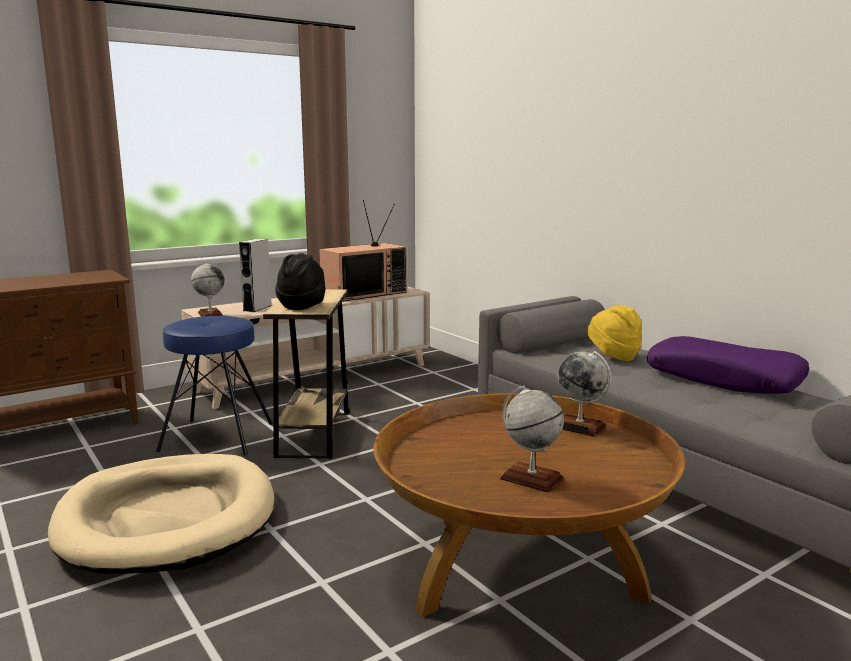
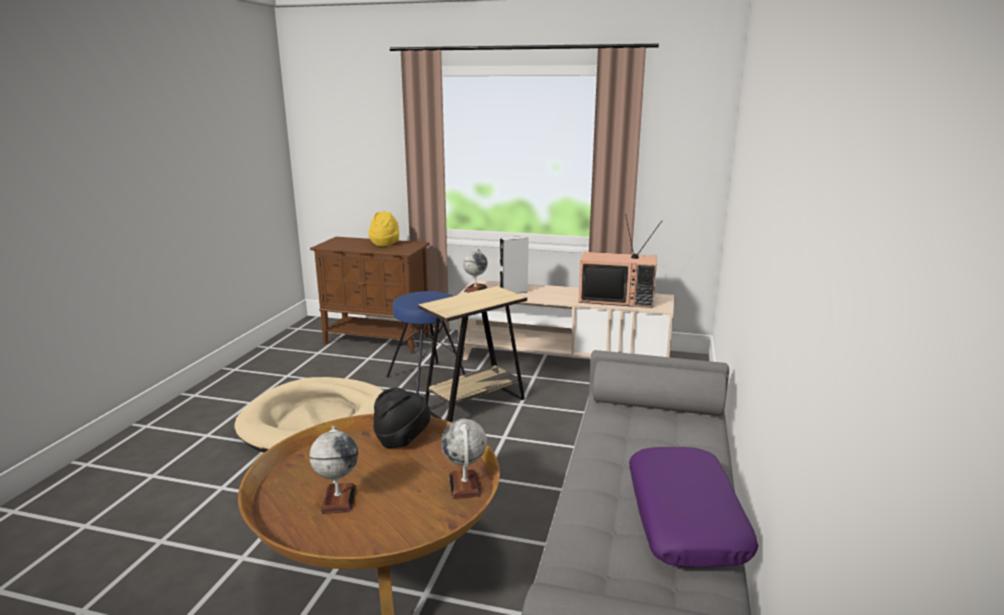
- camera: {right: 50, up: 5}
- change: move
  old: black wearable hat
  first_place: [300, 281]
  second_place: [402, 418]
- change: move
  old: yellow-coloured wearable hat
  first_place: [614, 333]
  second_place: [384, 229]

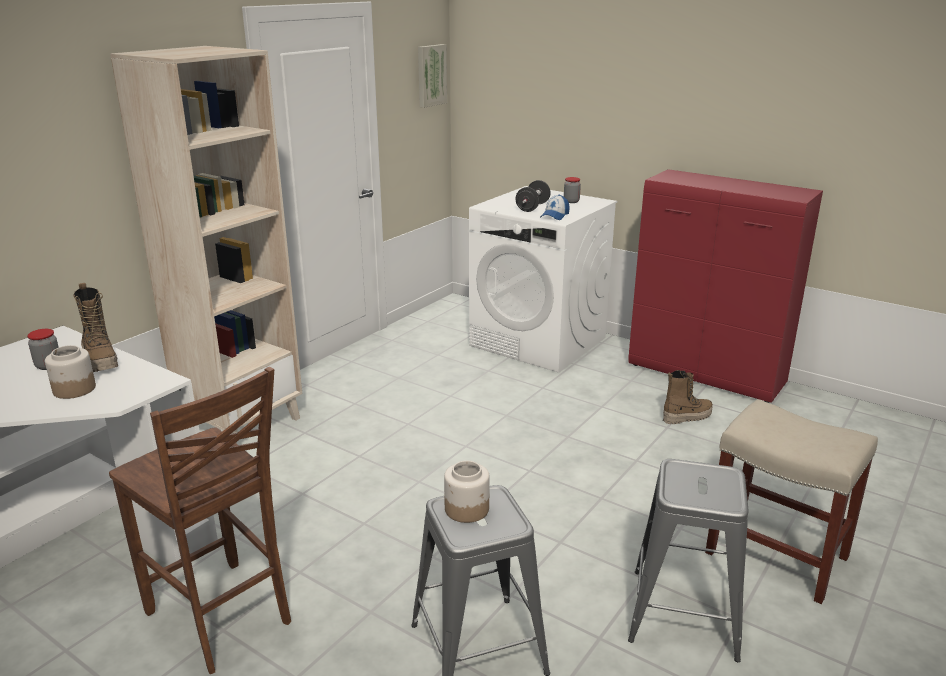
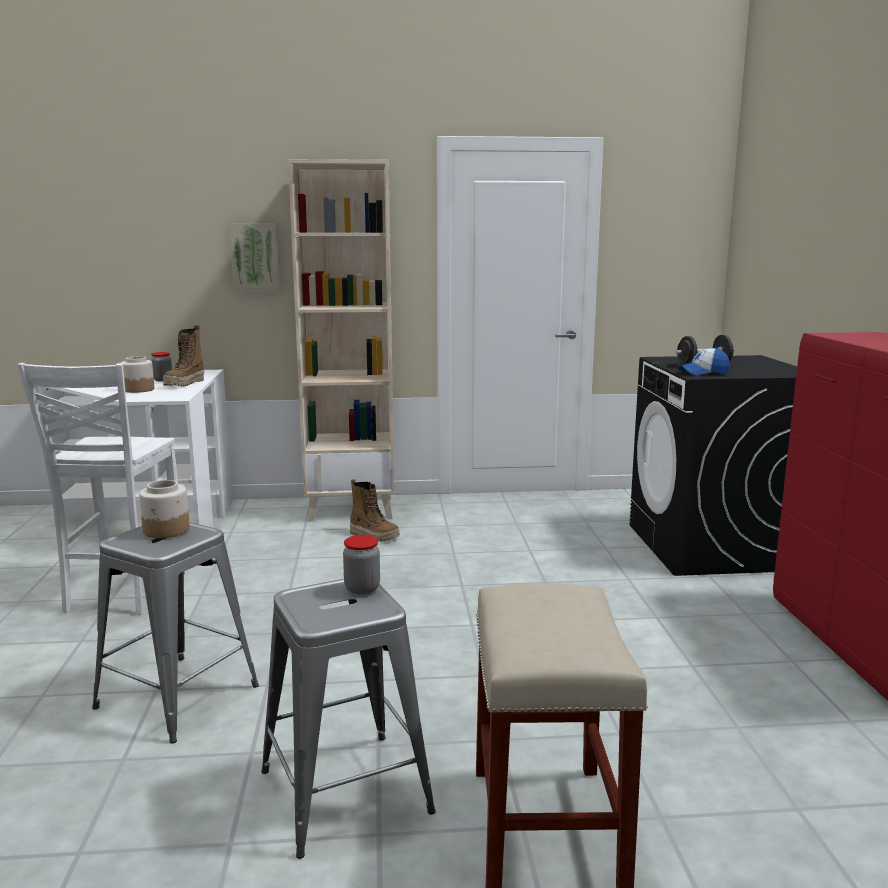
- camera: {right: 50, up: -10}
- change: recolor
  old: brown upright chair
  new: white-coloured upright chair
  first_place: [200, 520]
  second_place: [102, 489]
- change: move
  old: picture
  first_place: [432, 76]
  second_place: [255, 257]
- change: recolor
  old: white-coloured washing machine
  new: black washing machine
  first_place: [543, 279]
  second_place: [713, 465]
- change: move
  old: preserve jar
  first_place: [572, 190]
  second_place: [361, 565]
- change: move
  old: boot
  first_place: [688, 397]
  second_place: [375, 510]

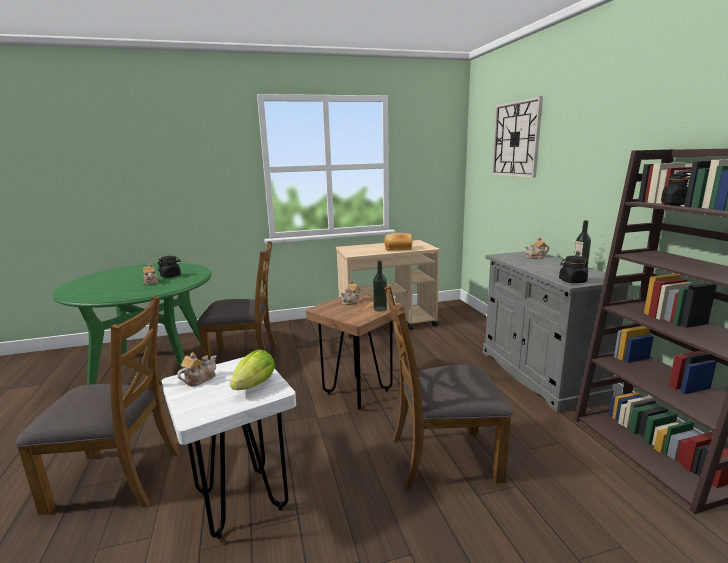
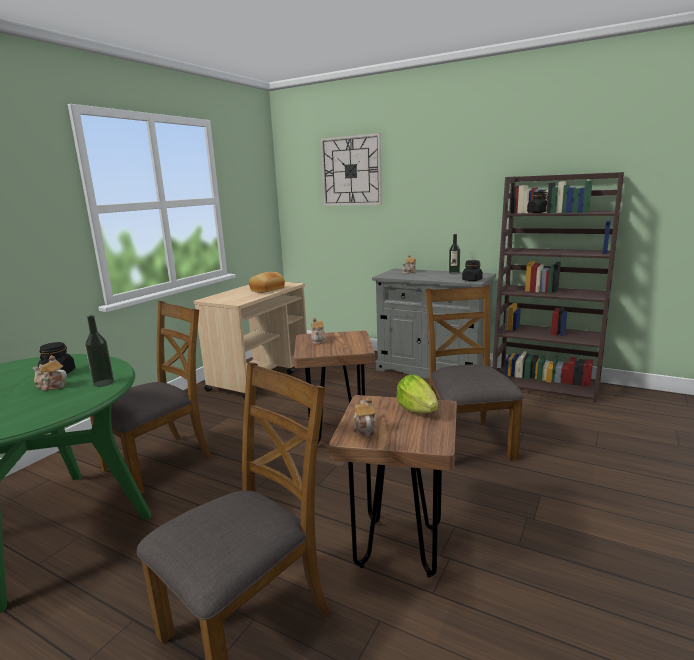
- camera: {right: -45, up: 0}
- change: recolor
  old: white-coloured sitting stool
  new: brown sitting stool
  first_place: [229, 448]
  second_place: [393, 486]
- change: move
  old: bottle
  first_place: [380, 286]
  second_place: [99, 351]
- change: rotate
  old: brown upright chair
  first_place: [448, 387]
  second_place: [474, 373]
  degrees: 135

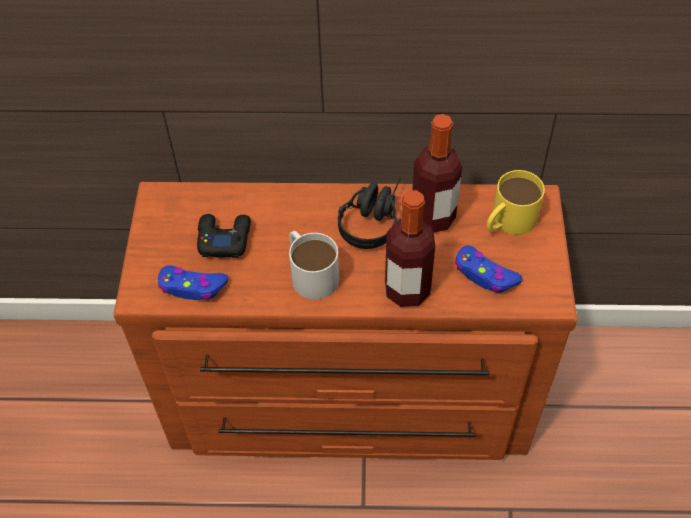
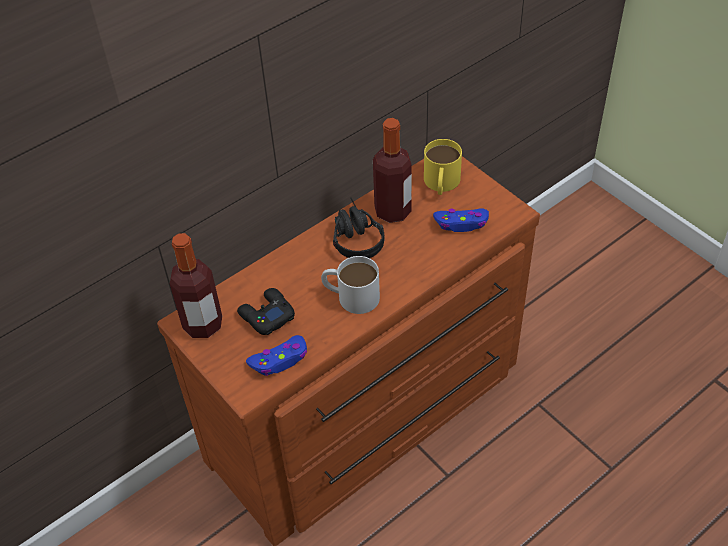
- camera: {right: -40, up: -5}
- change: move
  old: bottle
  first_place: [410, 248]
  second_place: [196, 285]

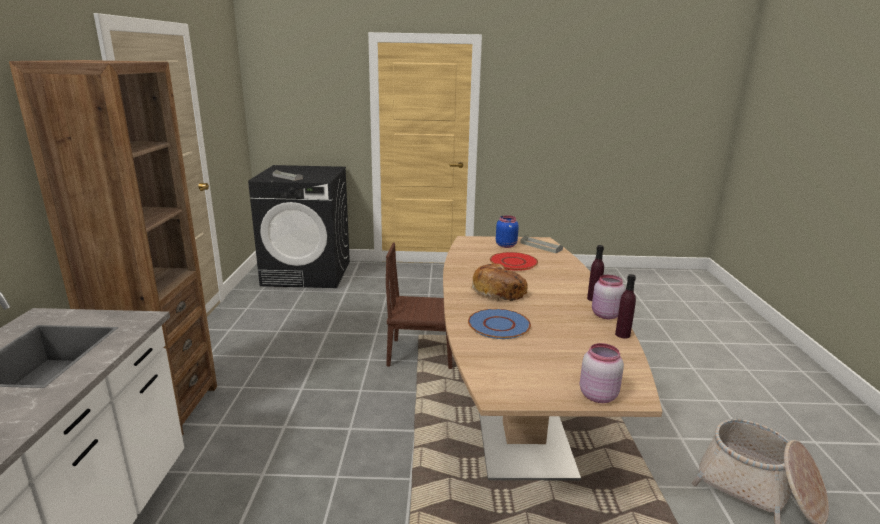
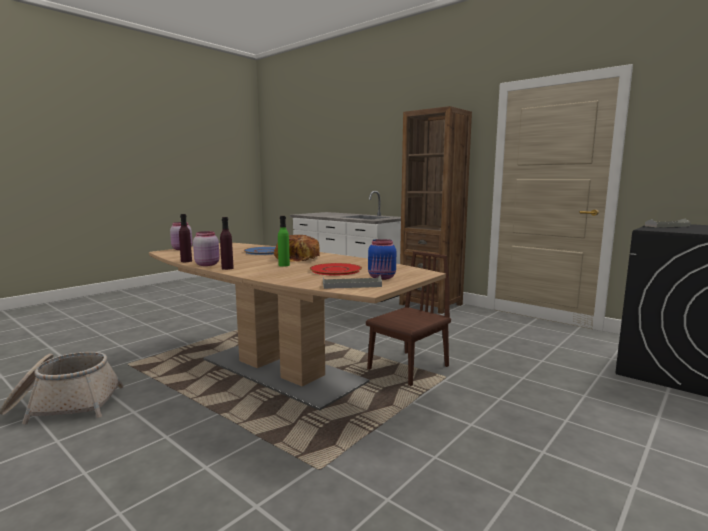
- camera: {right: 130, up: -10}
- change: insert
  new: green-coloured bottle
  second_place: [284, 241]

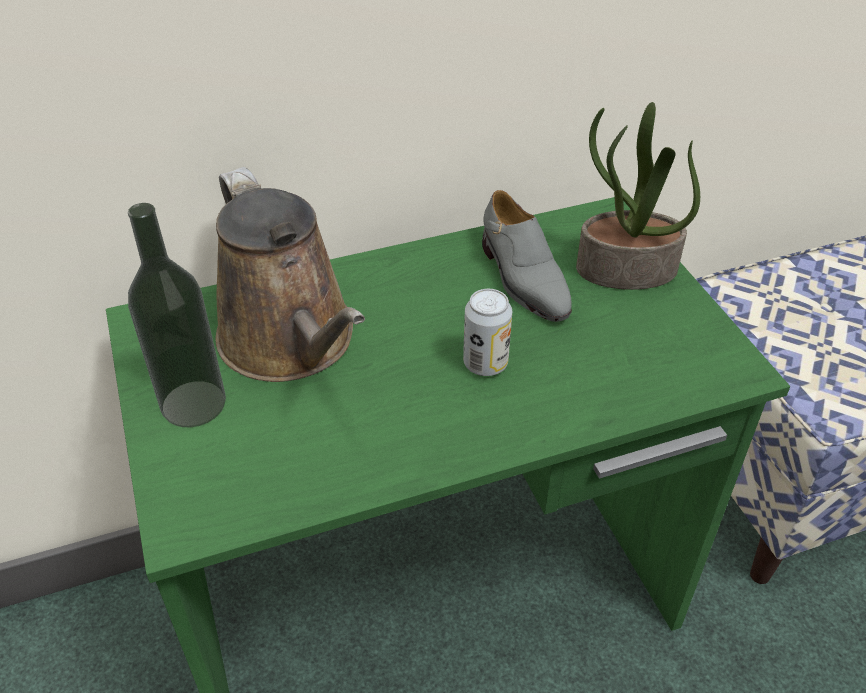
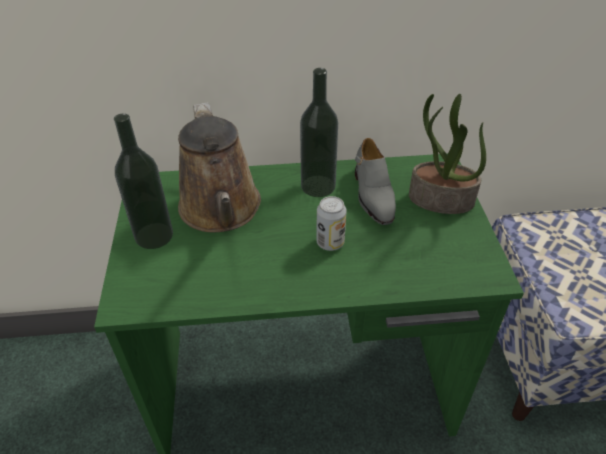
- camera: {right: 15, up: 0}
- change: insert
  new: bottle
  second_place: [319, 132]

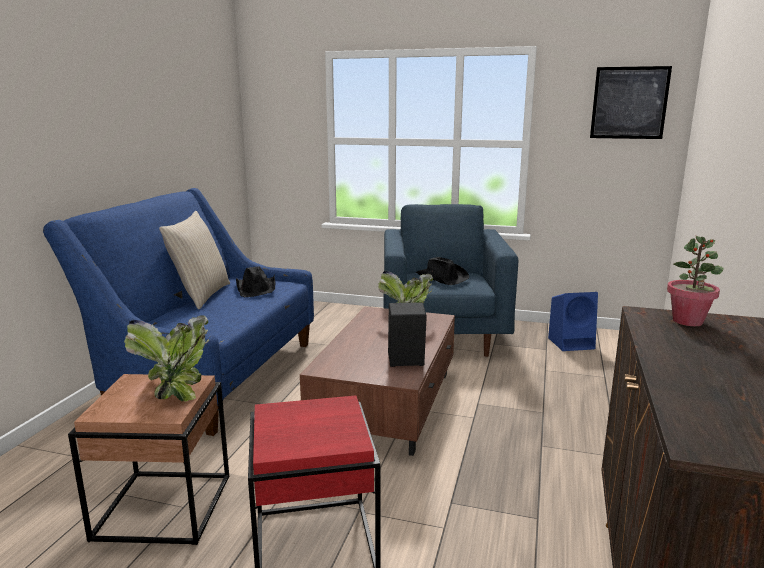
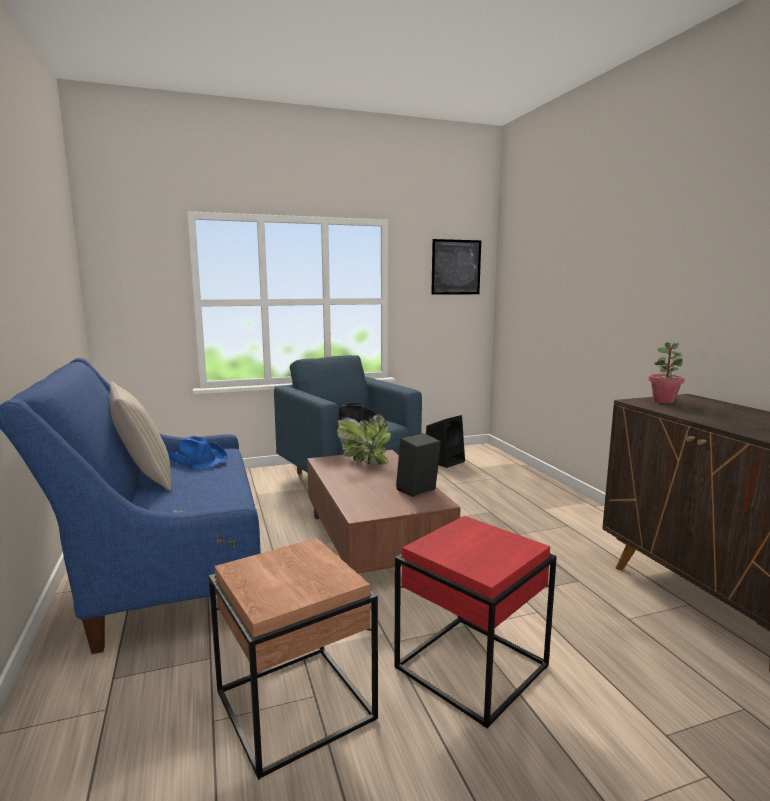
- camera: {right: -35, up: -5}
- change: delete
  old: houseplant
  first_place: [167, 358]
- change: recolor
  old: black wearable hat
  new: bluish wearable hat
  first_place: [255, 282]
  second_place: [198, 453]
- change: recolor
  old: bluish speaker
  new: black speaker
  first_place: [573, 321]
  second_place: [445, 441]

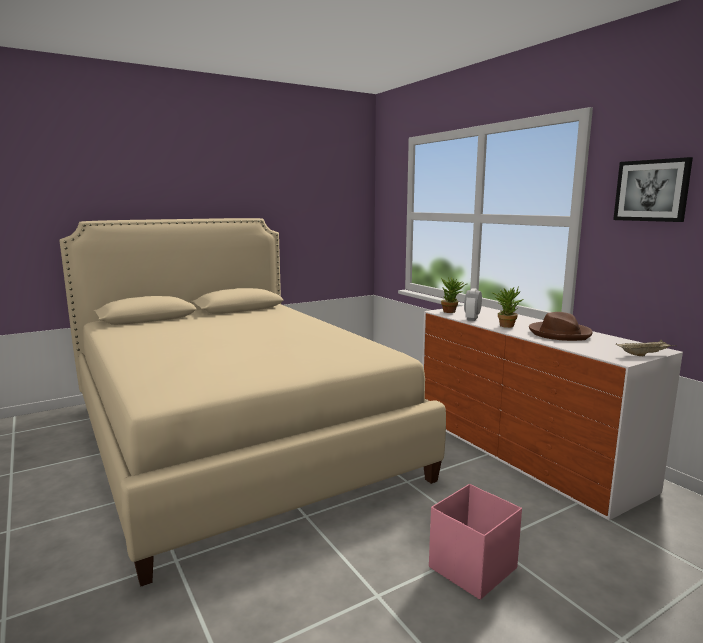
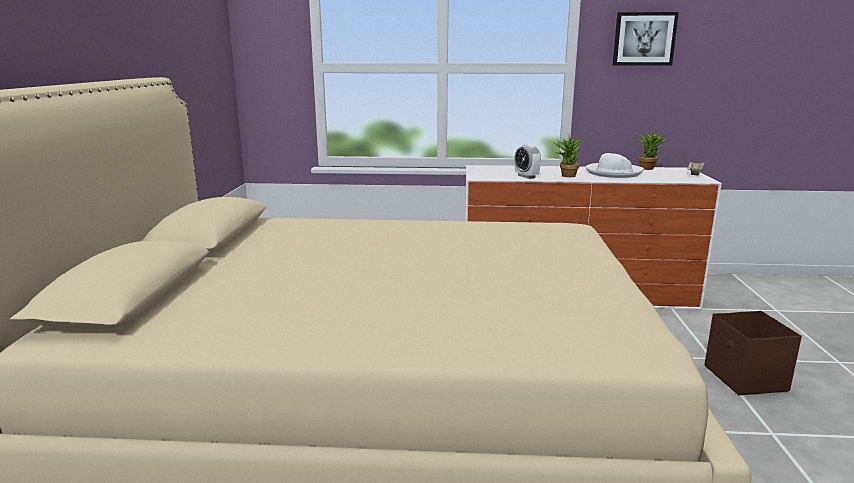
- camera: {right: -55, up: 5}
- change: recolor
  old: pink-coloured storage box
  new: brown storage box
  first_place: [475, 542]
  second_place: [753, 353]
- change: move
  old: houseplant
  first_place: [453, 295]
  second_place: [651, 150]
- change: recolor
  old: brown wearable hat
  new: white-coloured wearable hat
  first_place: [561, 326]
  second_place: [615, 165]

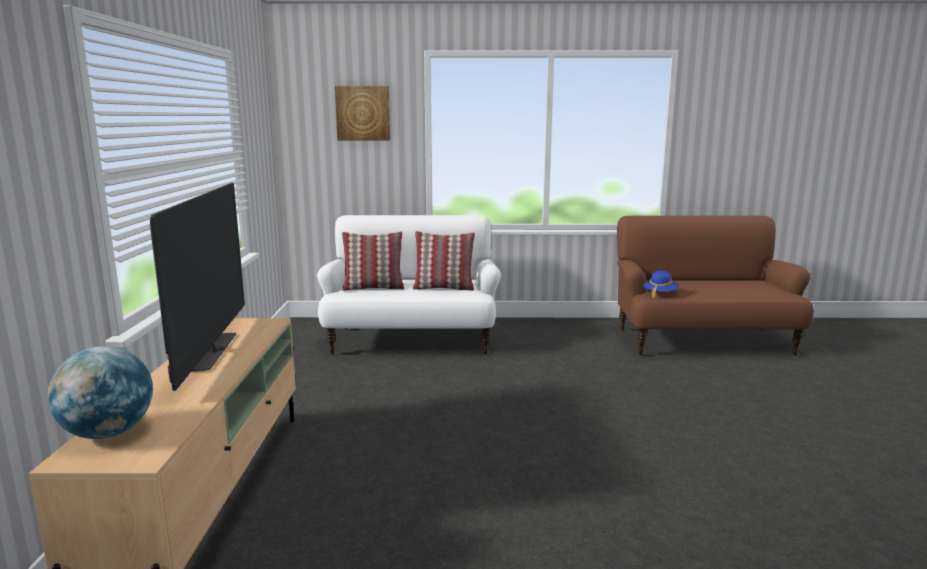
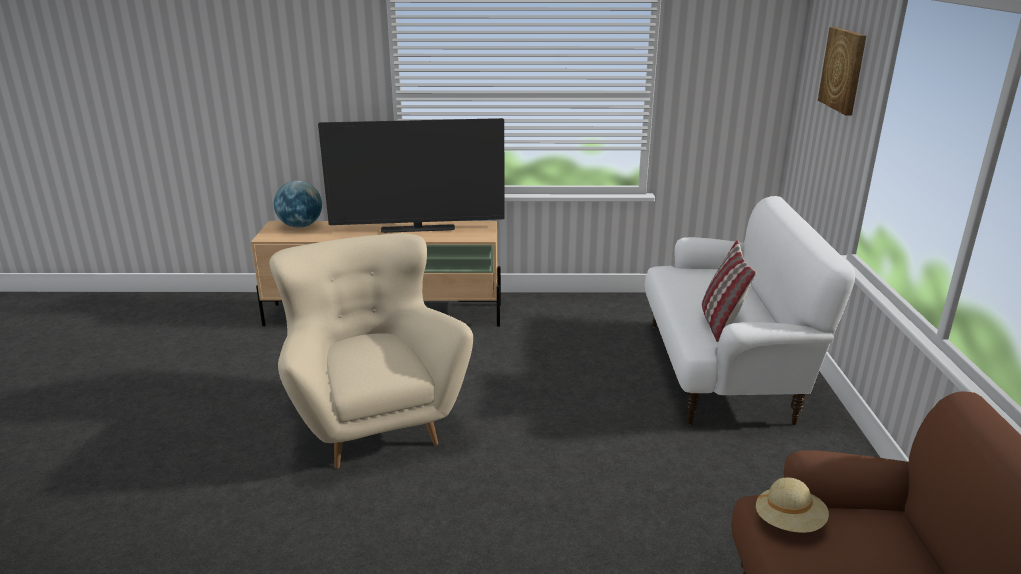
- camera: {right: 90, up: 10}
- change: delete
  old: pillow
  first_place: [373, 261]
- change: recolor
  old: bluish wearable hat
  new: beige wearable hat
  first_place: [661, 284]
  second_place: [792, 505]
- change: insert
  new: beige easy chair
  second_place: [371, 351]

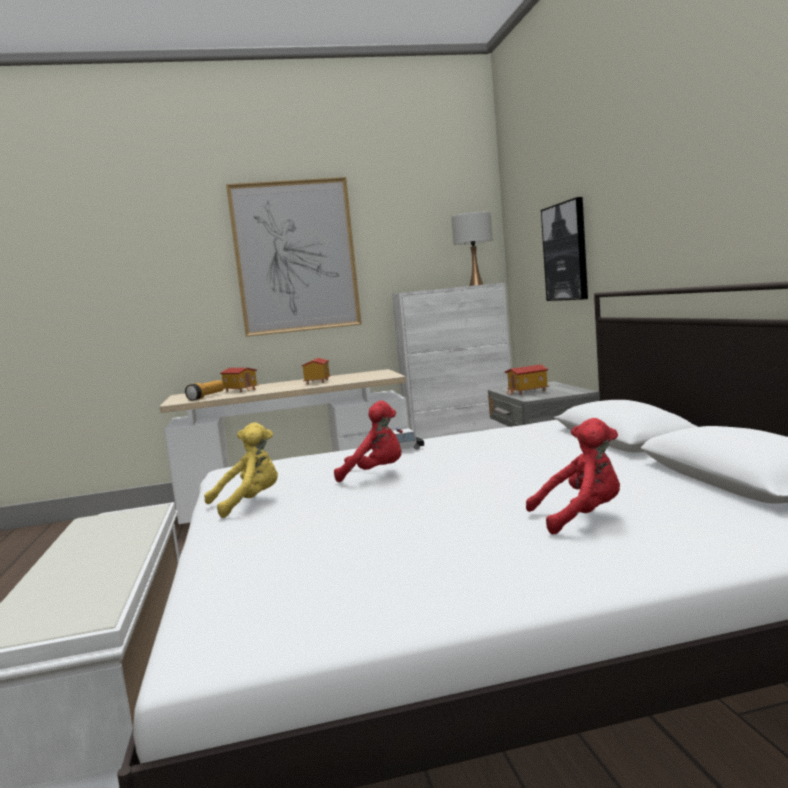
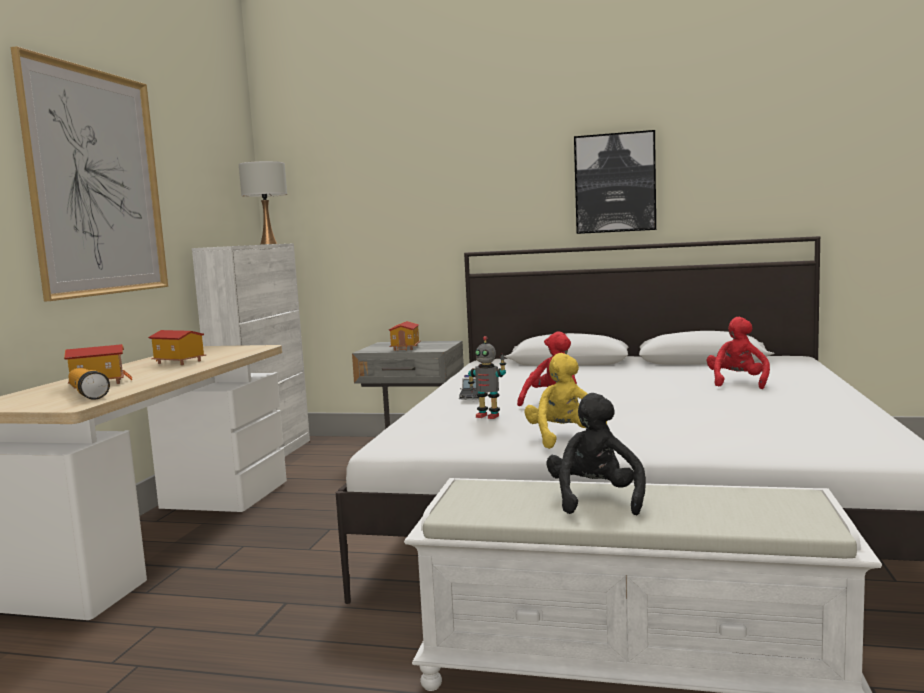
- camera: {right: -65, up: 0}
- change: move
  old: picture
  first_place: [564, 249]
  second_place: [615, 182]
- change: insert
  new: robot figure
  second_place: [487, 377]
- change: insert
  new: black soft toy
  second_place: [596, 454]

